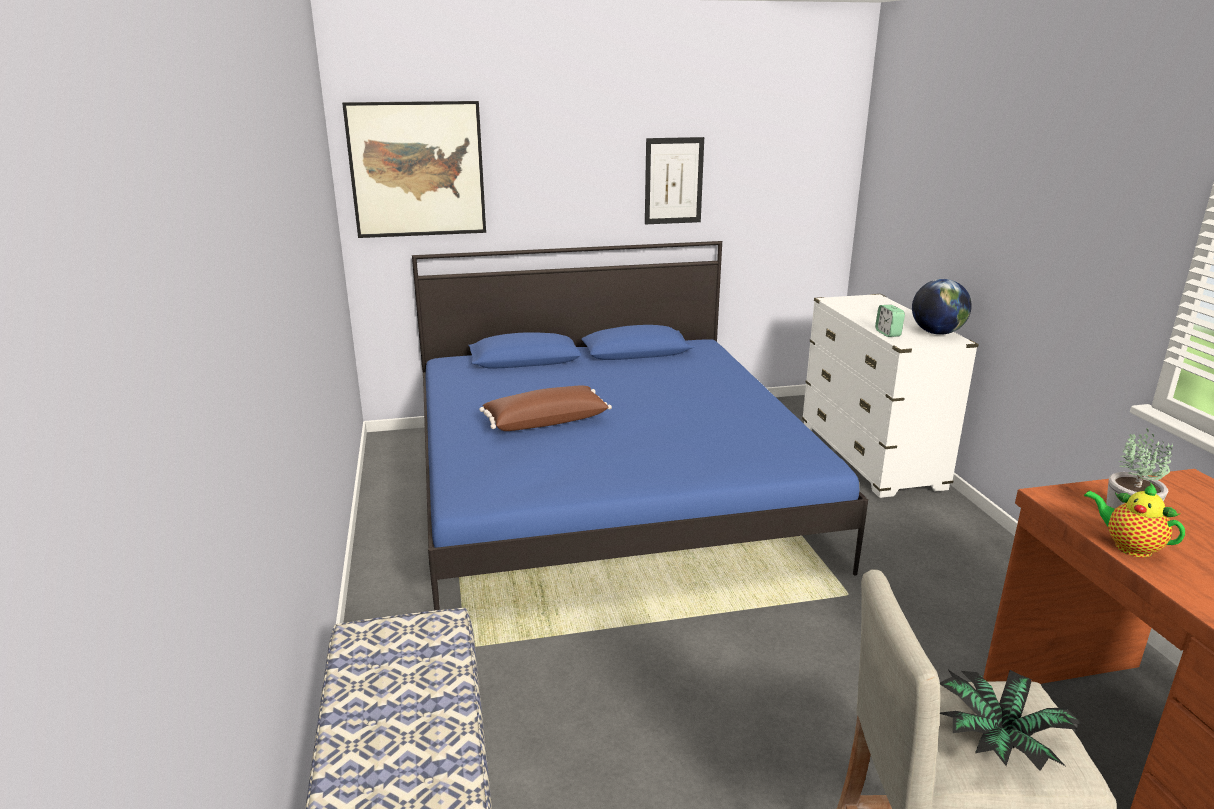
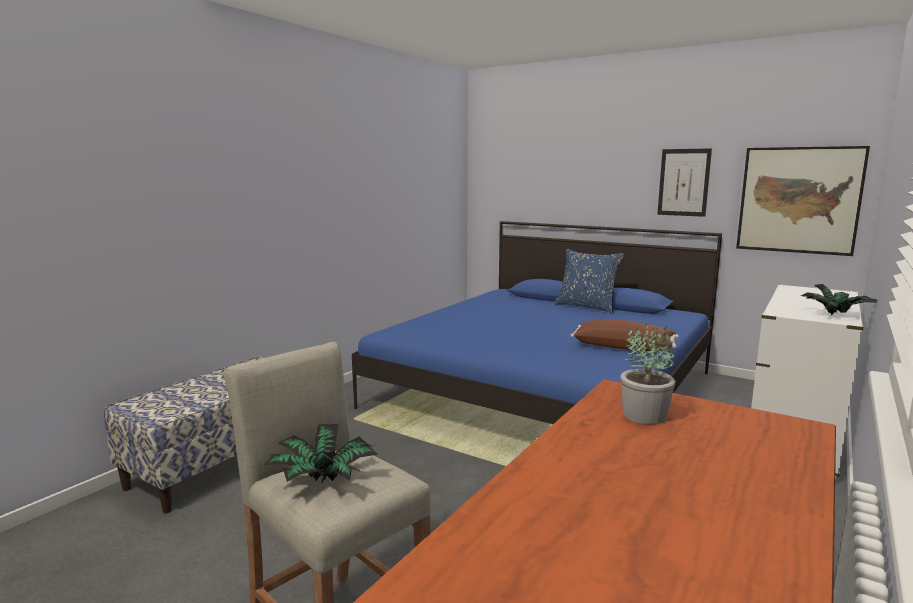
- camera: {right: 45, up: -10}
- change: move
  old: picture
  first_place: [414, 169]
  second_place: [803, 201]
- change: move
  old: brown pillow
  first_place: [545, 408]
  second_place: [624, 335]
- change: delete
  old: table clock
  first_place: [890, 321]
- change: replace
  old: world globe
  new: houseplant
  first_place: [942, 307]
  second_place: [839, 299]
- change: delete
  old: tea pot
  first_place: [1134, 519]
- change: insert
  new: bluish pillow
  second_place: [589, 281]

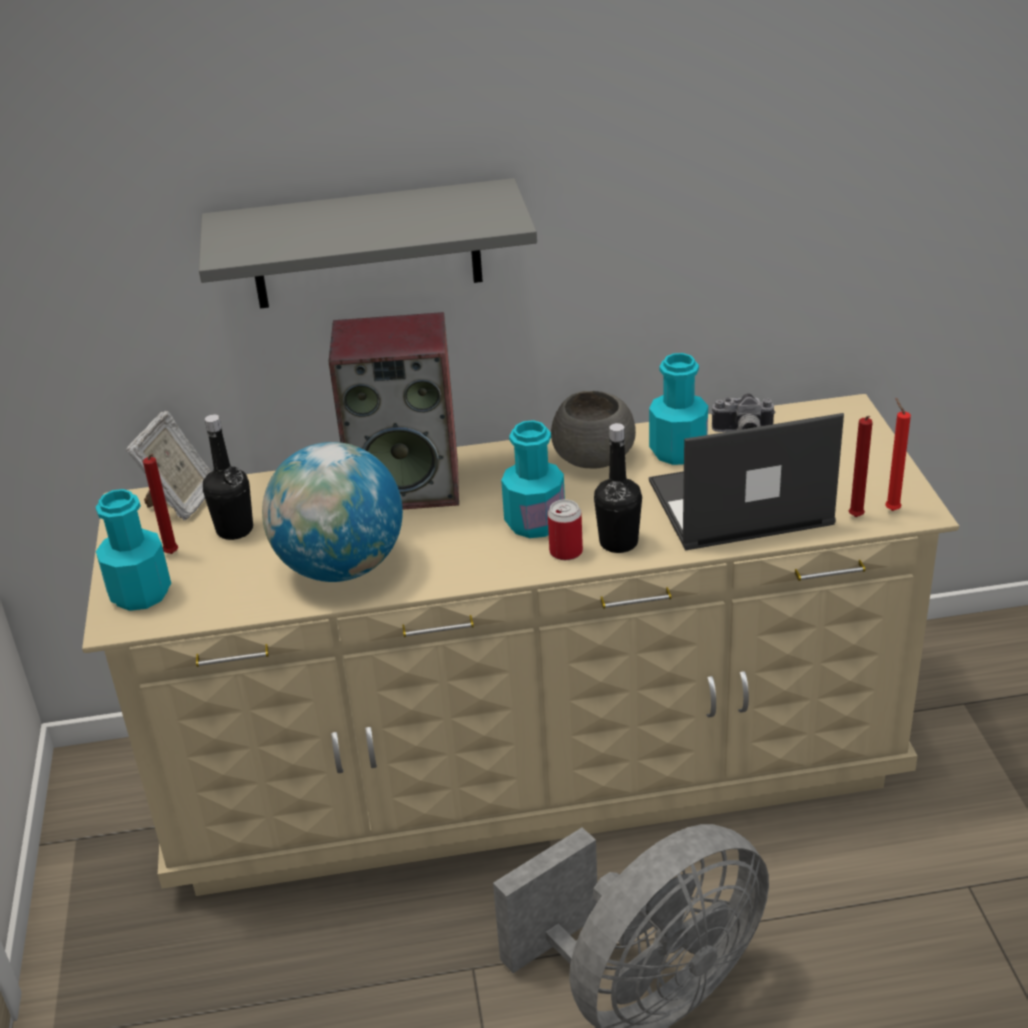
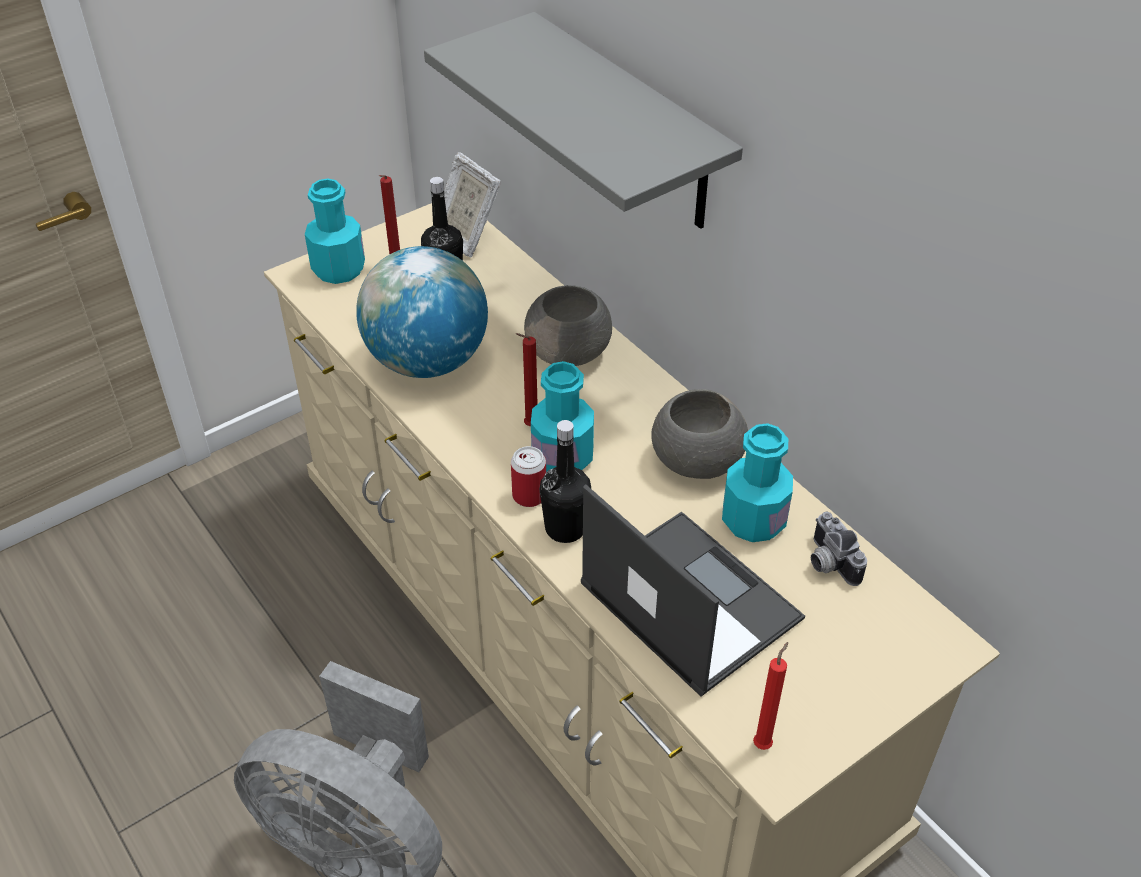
- camera: {right: 60, up: 10}
- change: rotate
  old: picture frame
  first_place: [169, 465]
  second_place: [472, 204]
  degrees: 60
- change: replace
  old: speaker
  new: greyish serving bowl
  first_place: [393, 410]
  second_place: [568, 325]
- change: move
  old: red-coloured wax light
  first_place: [861, 466]
  second_place: [527, 379]

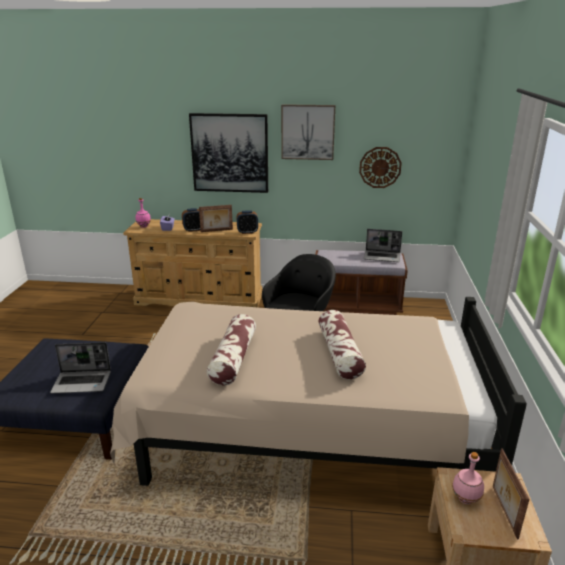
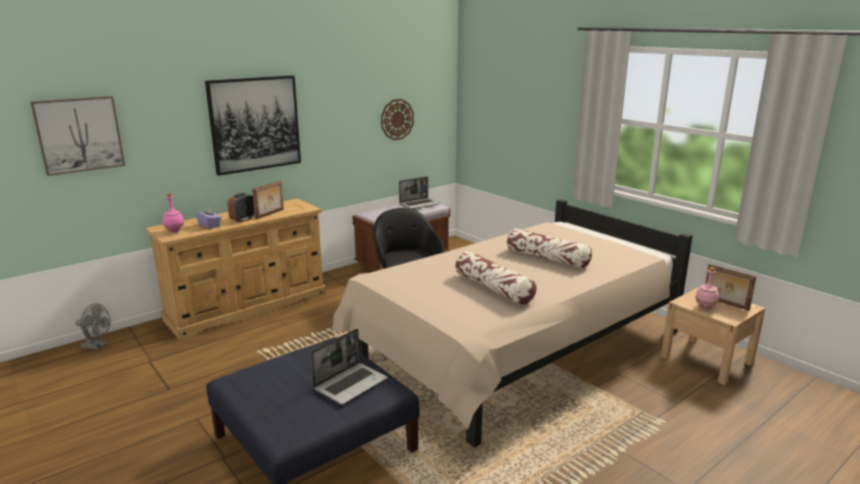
- camera: {right: -45, up: -5}
- change: delete
  old: table clock
  first_place: [247, 222]
- change: move
  old: picture
  first_place: [308, 132]
  second_place: [77, 136]
- change: insert
  new: greyish electric fan
  second_place: [92, 327]

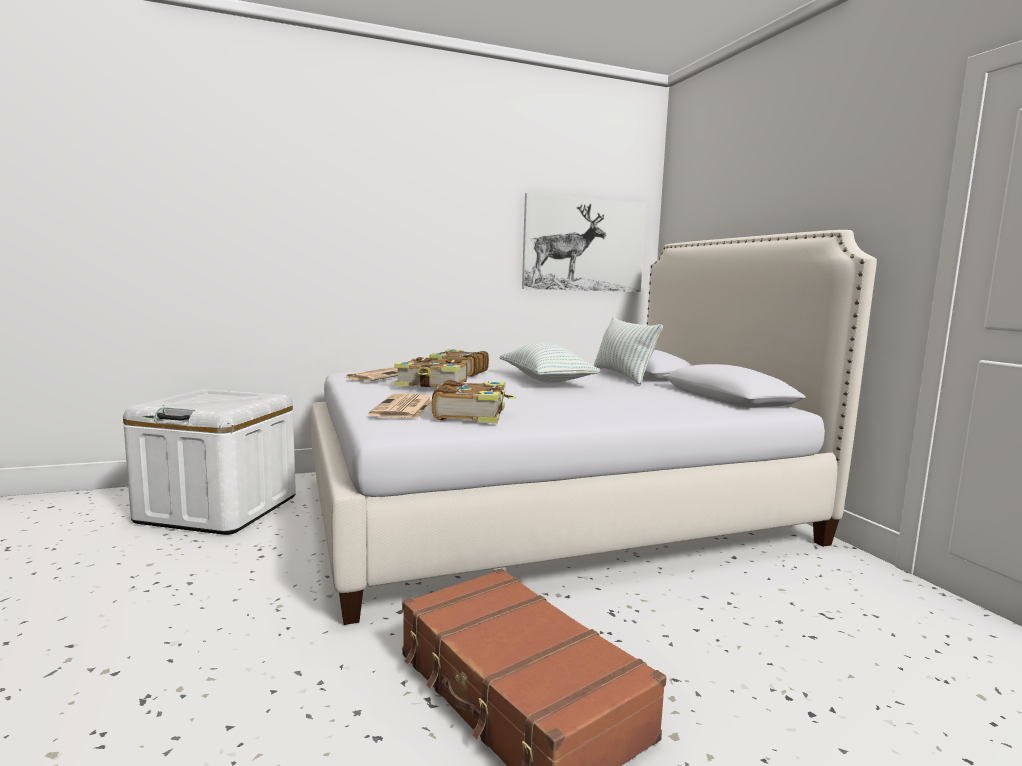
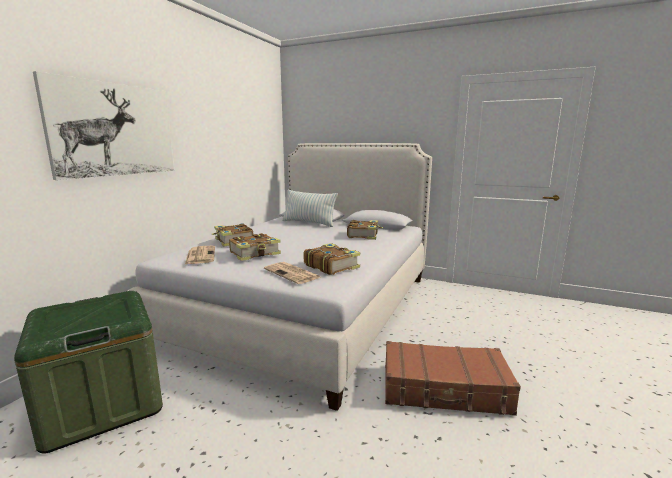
- camera: {right: -45, up: 5}
- change: recolor
  old: white-coloured storage box
  new: green-coloured storage box
  first_place: [209, 462]
  second_place: [88, 372]
- change: delete
  old: pillow
  first_place: [550, 362]
- change: move
  old: picture
  first_place: [584, 242]
  second_place: [103, 125]
- change: insert
  new: volume
  second_place: [365, 230]

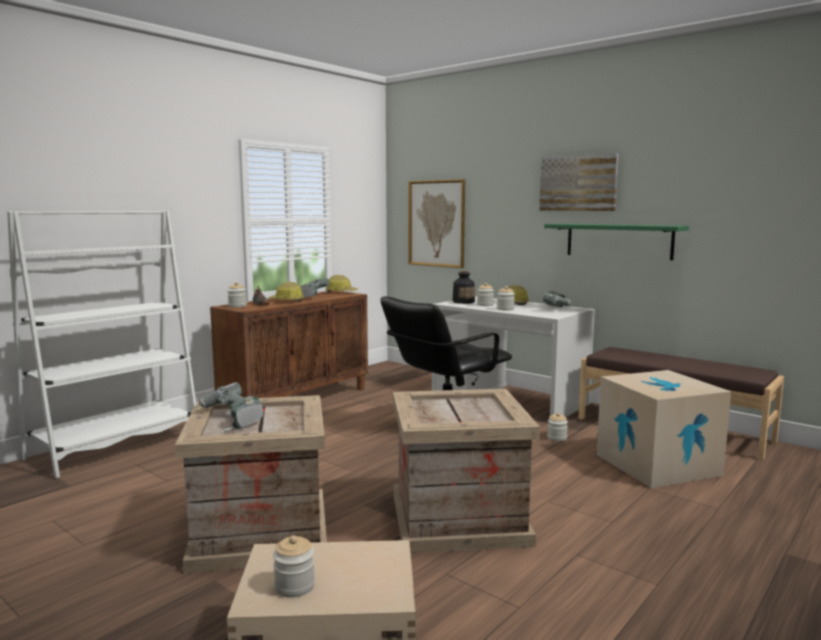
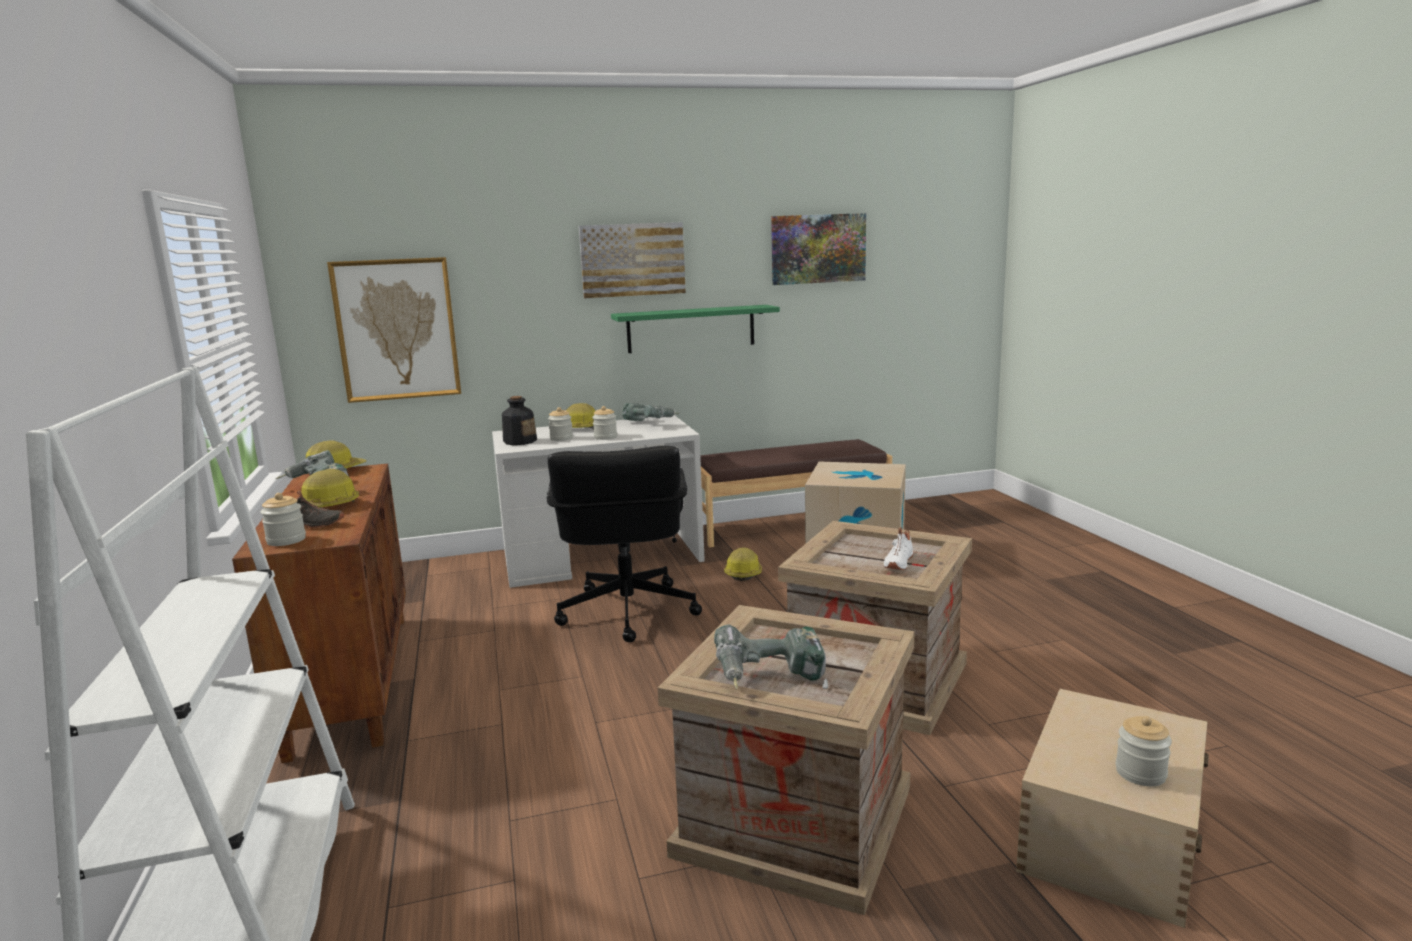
- camera: {right: -55, up: 5}
- change: replace
  old: preserve jar
  new: work helmet
  first_place: [557, 427]
  second_place: [743, 564]
- change: insert
  new: picture
  second_place: [818, 249]
- change: insert
  new: white-coloured shoe
  second_place: [898, 548]

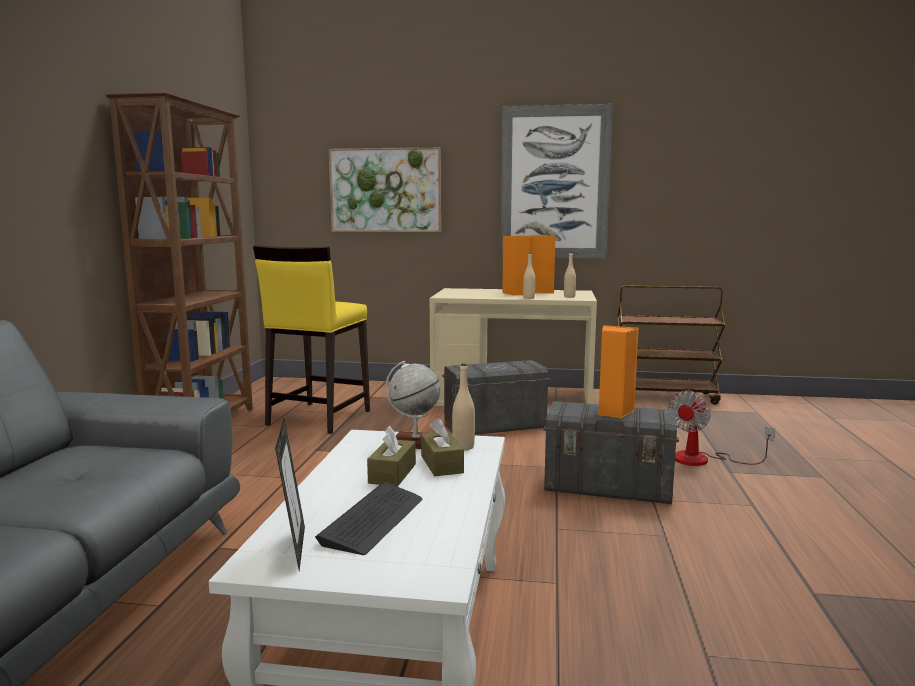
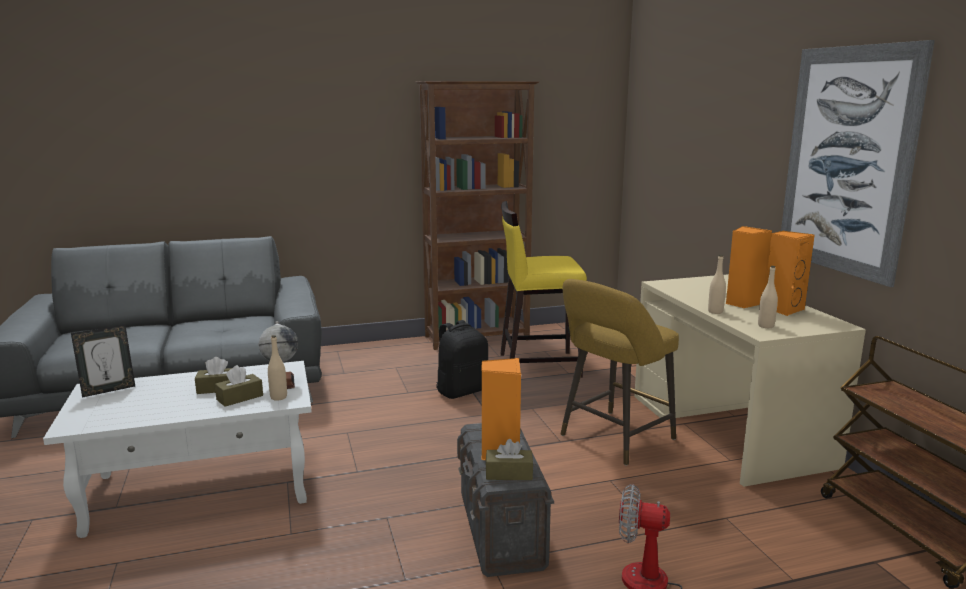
- camera: {right: 65, up: 5}
- change: delete
  old: computer keyboard
  first_place: [369, 518]
- change: delete
  old: picture
  first_place: [385, 189]
- change: replace
  old: greyish storage box
  new: yellow-coloured sitting stool
  first_place: [496, 397]
  second_place: [620, 372]
- change: insert
  new: black backpack
  second_place: [462, 359]
- change: insert
  new: brown tissue box
  second_place: [509, 459]

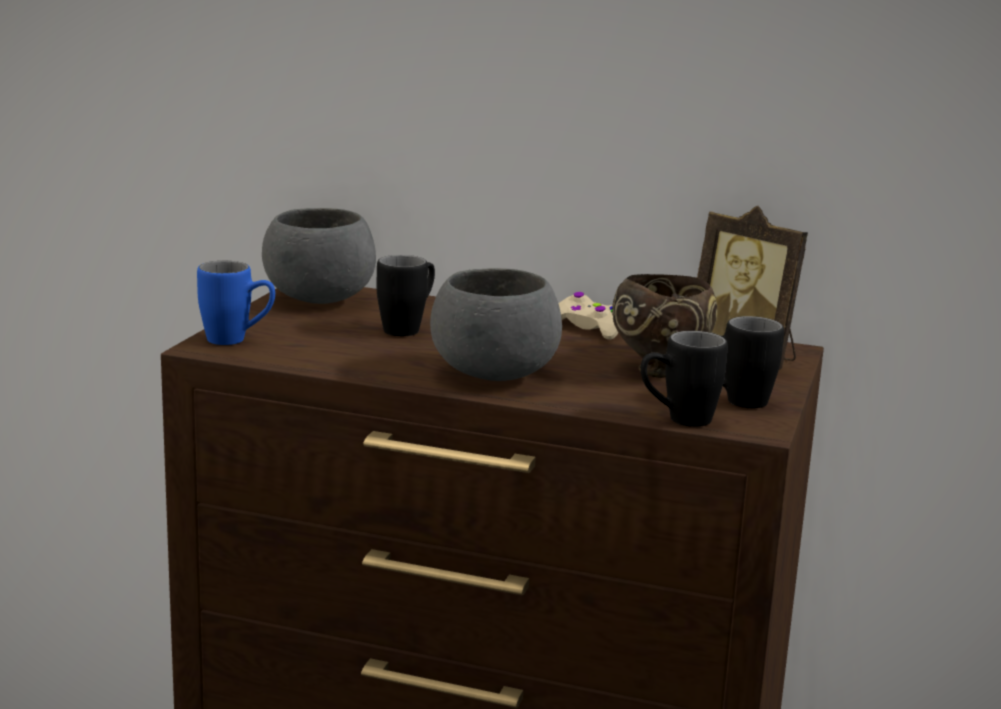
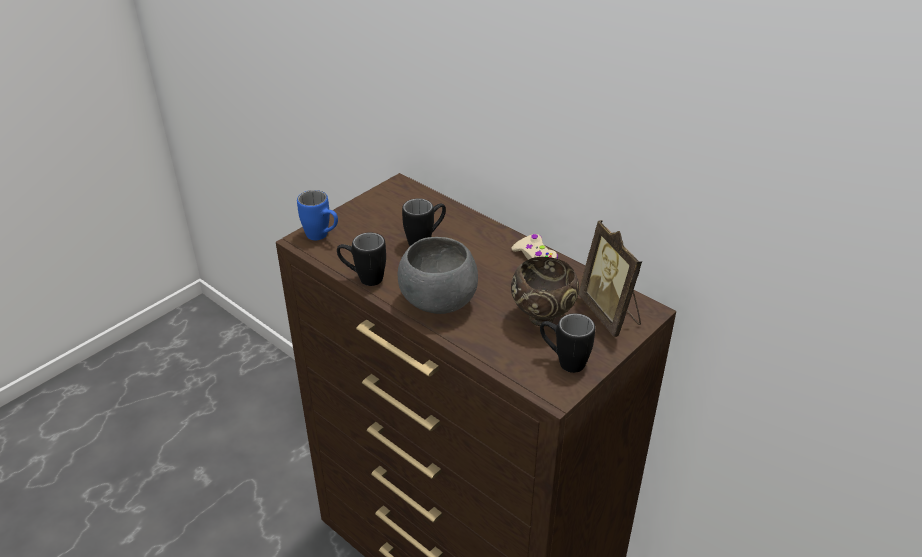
- camera: {right: 25, up: 20}
- change: delete
  old: greyish serving bowl
  first_place: [319, 256]
- change: move
  old: black tea mug
  first_place: [684, 379]
  second_place: [361, 259]

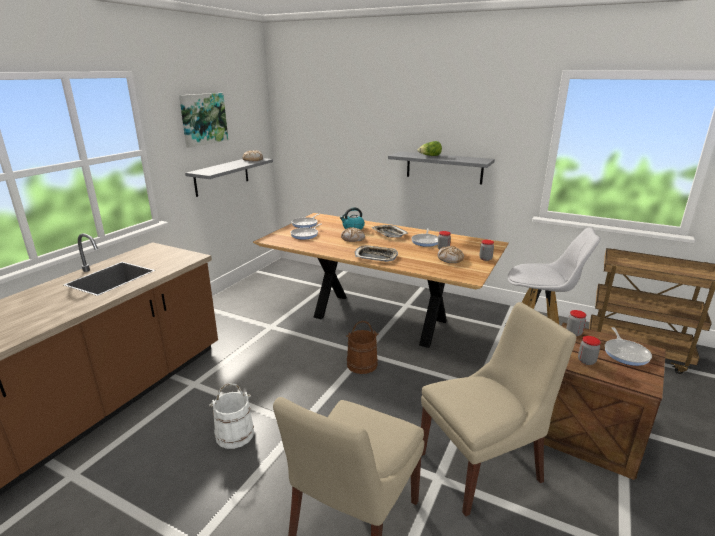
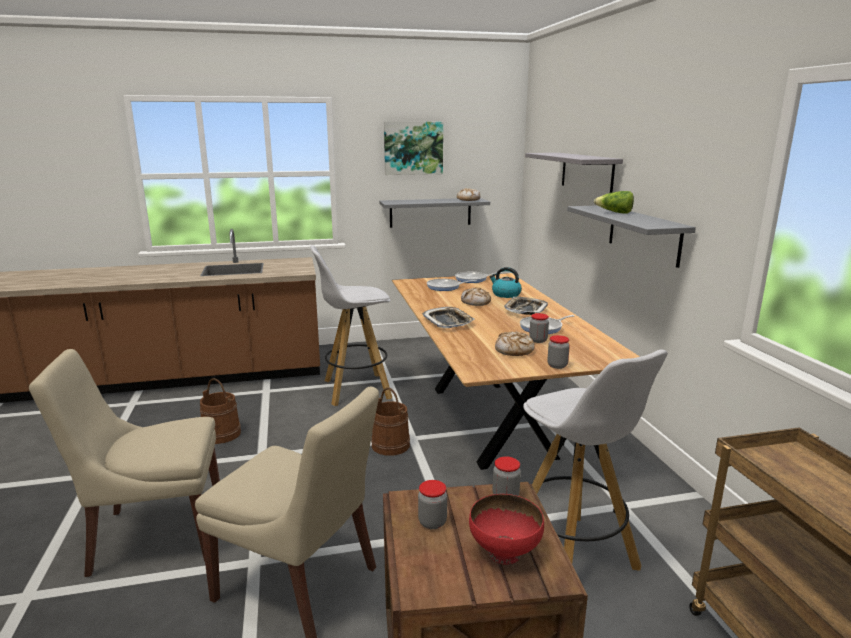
- camera: {right: 50, up: -5}
- change: recolor
  old: white-coloured bucket
  new: brown bucket
  first_place: [231, 416]
  second_place: [220, 411]
- change: replace
  old: pan
  new: red-coloured serving bowl
  first_place: [628, 346]
  second_place: [506, 529]
- change: insert
  new: white-coloured sitting stool
  second_place: [351, 325]
- change: insert
  new: greyish shelf
  second_place: [574, 173]

